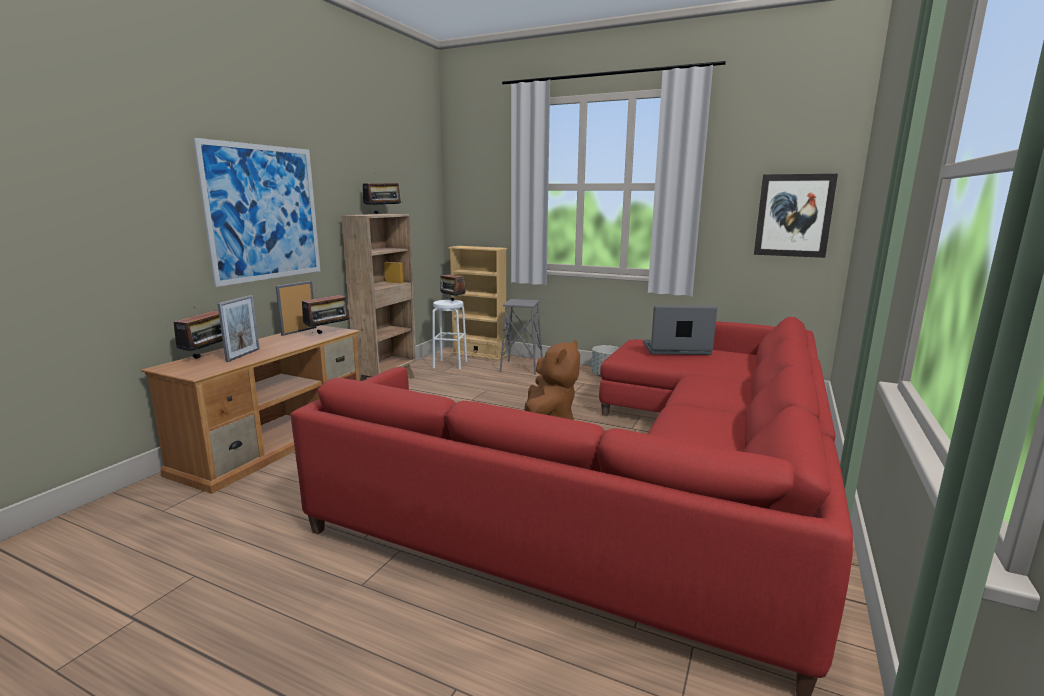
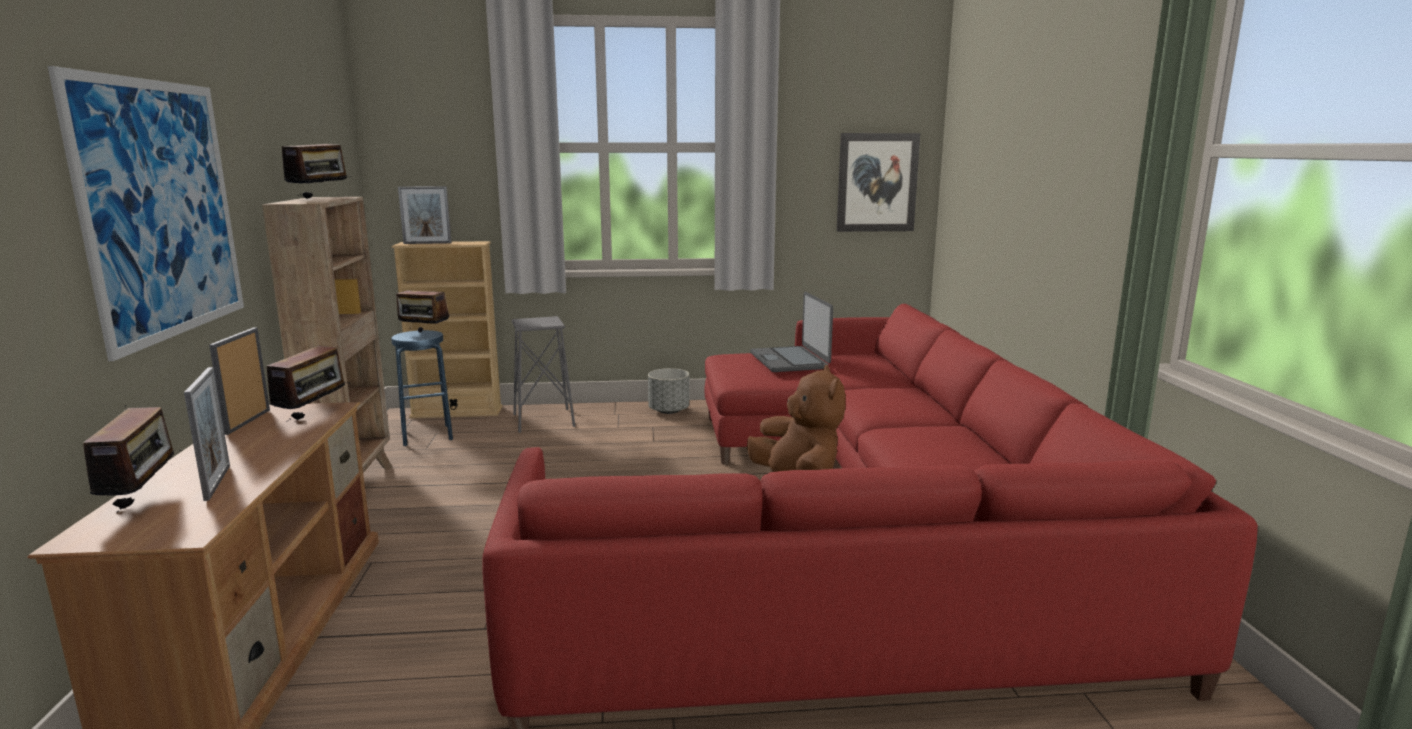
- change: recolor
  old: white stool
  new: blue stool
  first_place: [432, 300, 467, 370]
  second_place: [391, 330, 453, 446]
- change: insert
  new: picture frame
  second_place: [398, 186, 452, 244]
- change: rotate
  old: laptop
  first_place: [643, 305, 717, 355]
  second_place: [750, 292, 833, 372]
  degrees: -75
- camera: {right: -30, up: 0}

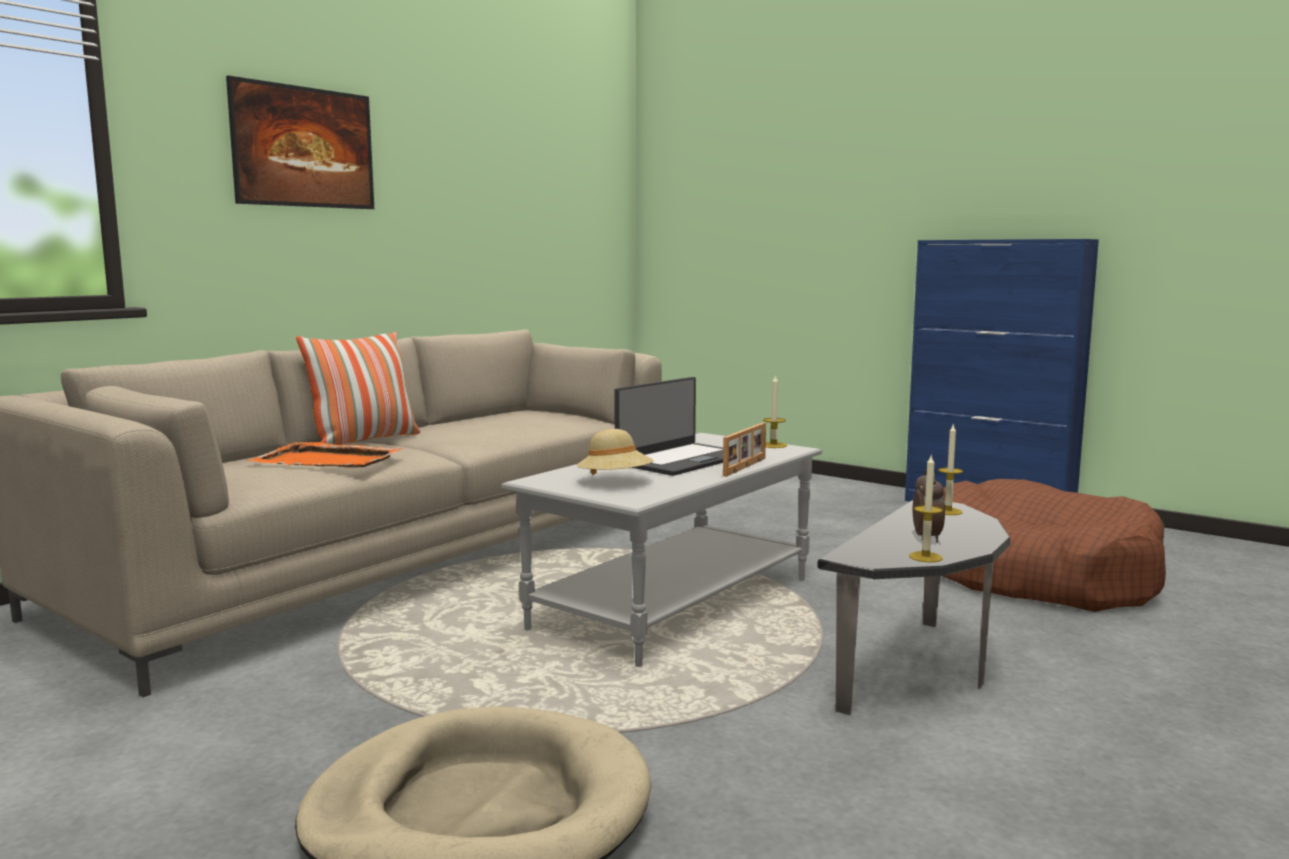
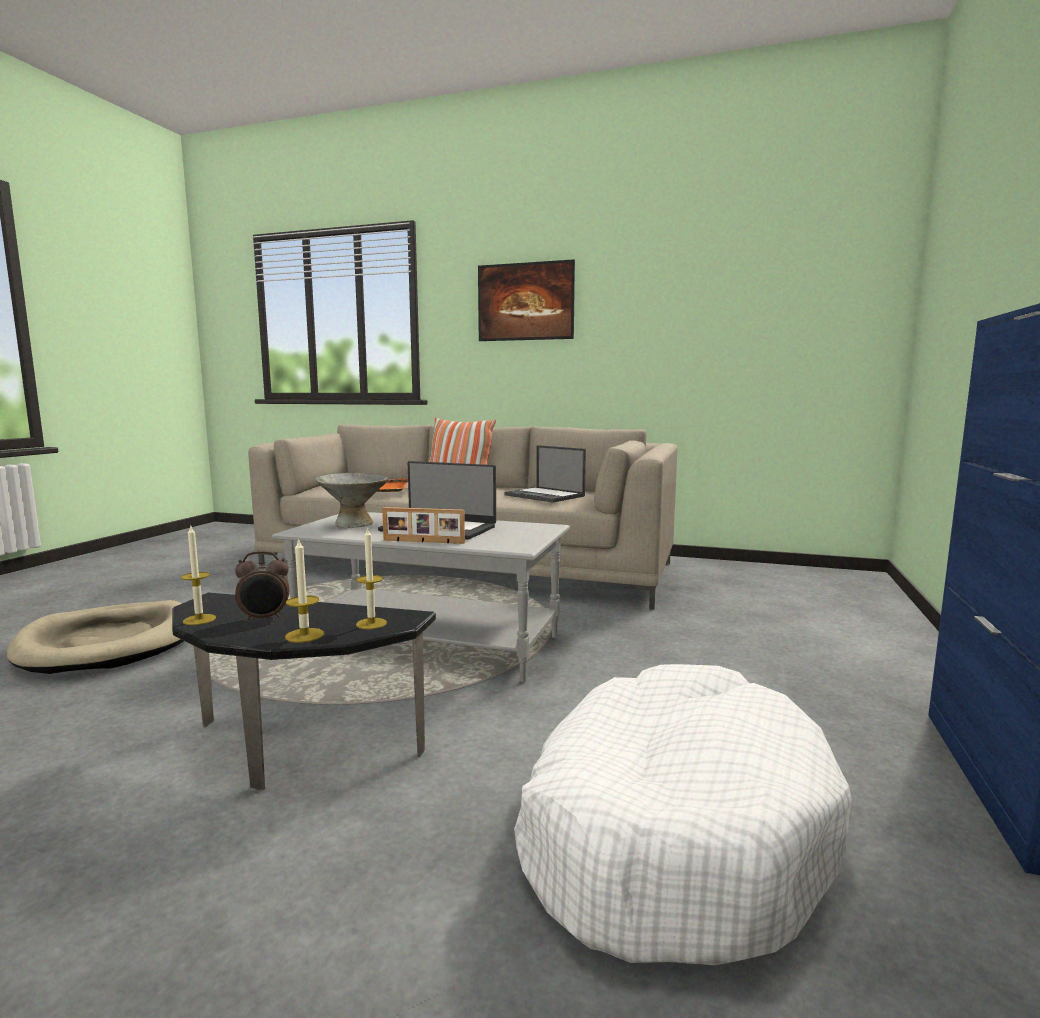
- change: move
  old: candle
  first_place: [763, 374, 787, 448]
  second_place: [285, 538, 324, 643]
- change: replace
  old: beige hat
  new: grey bowl
  first_place: [576, 429, 654, 475]
  second_place: [315, 473, 388, 528]
- change: insert
  new: laptop
  second_place: [504, 445, 586, 503]
- change: recolor
  old: brown dog bed
  new: white dog bed
  first_place: [943, 479, 1166, 612]
  second_place: [514, 664, 852, 965]
- camera: {right: 70, up: 0}

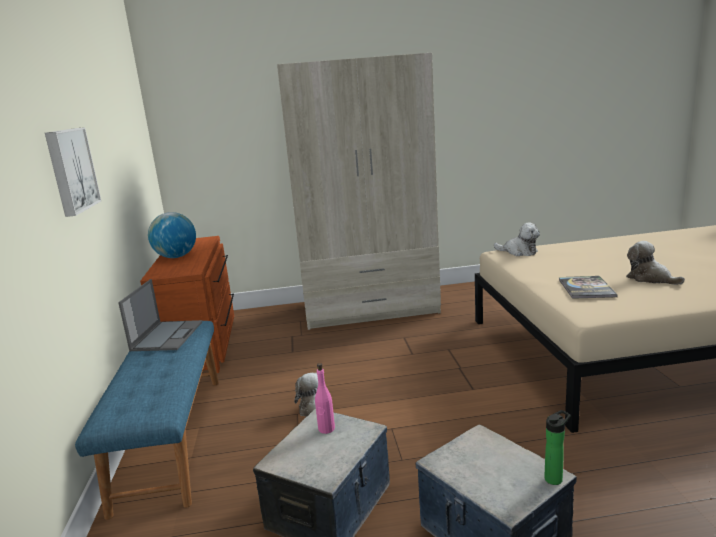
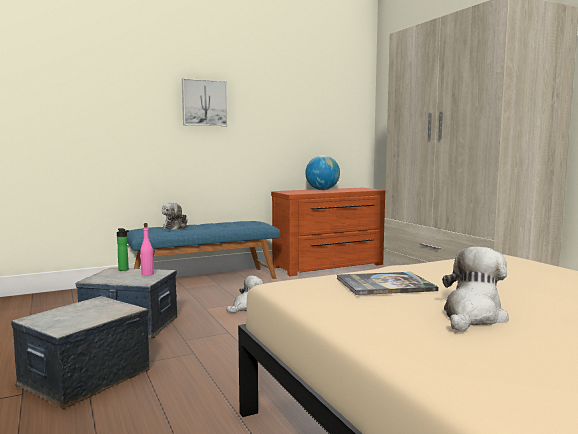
- change: move
  old: bottle
  first_place: [545, 410, 571, 485]
  second_place: [117, 228, 129, 271]
- change: move
  old: plush toy
  first_place: [494, 222, 540, 256]
  second_place: [162, 202, 188, 230]
- change: delete
  old: laptop
  first_place: [118, 279, 202, 351]
- camera: {right: 70, up: -10}

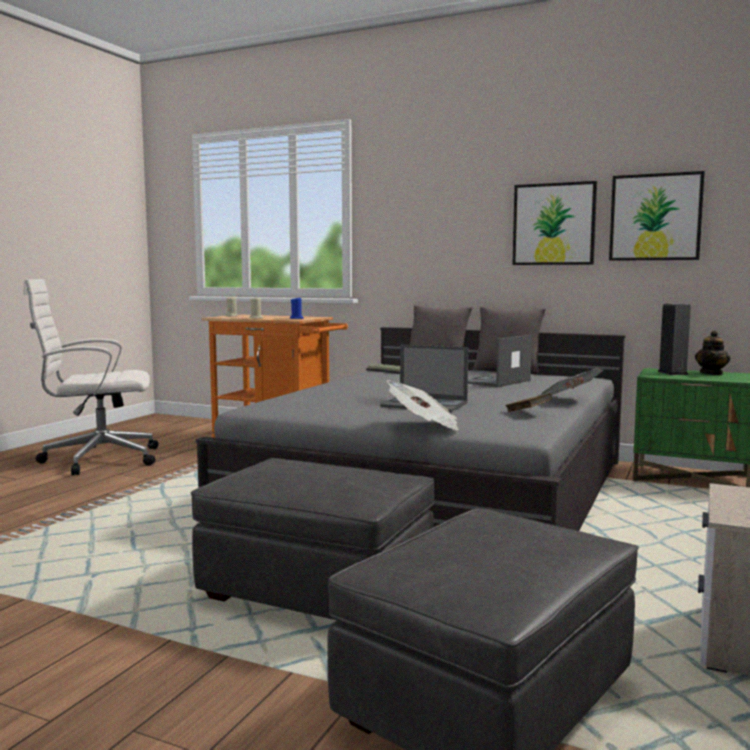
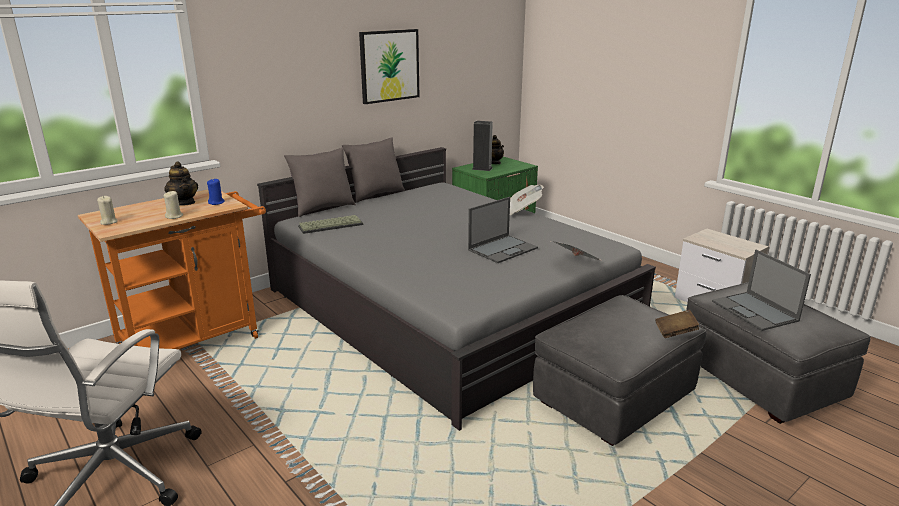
- change: insert
  new: teapot
  second_place: [164, 161, 198, 205]
- change: move
  old: brown book
  first_place: [505, 394, 552, 412]
  second_place: [655, 310, 700, 338]
- change: move
  old: laptop
  first_place: [468, 335, 532, 387]
  second_place: [712, 250, 811, 331]
- change: delete
  old: picture
  first_place: [609, 171, 705, 261]
- camera: {right: -65, up: 15}

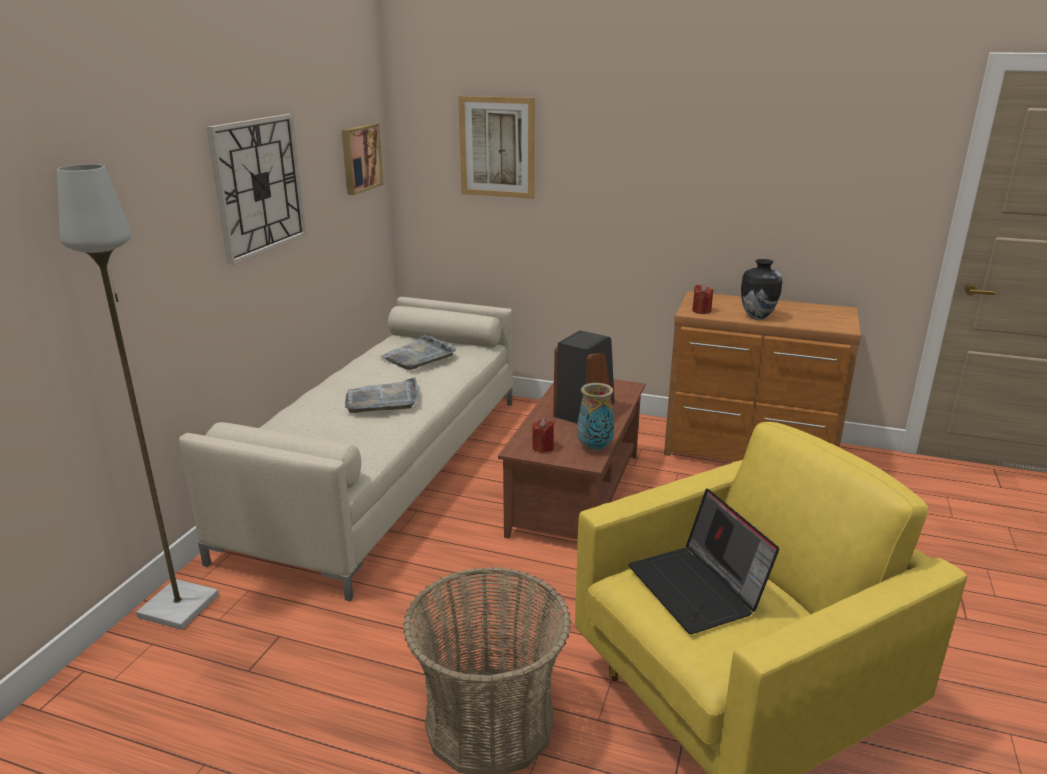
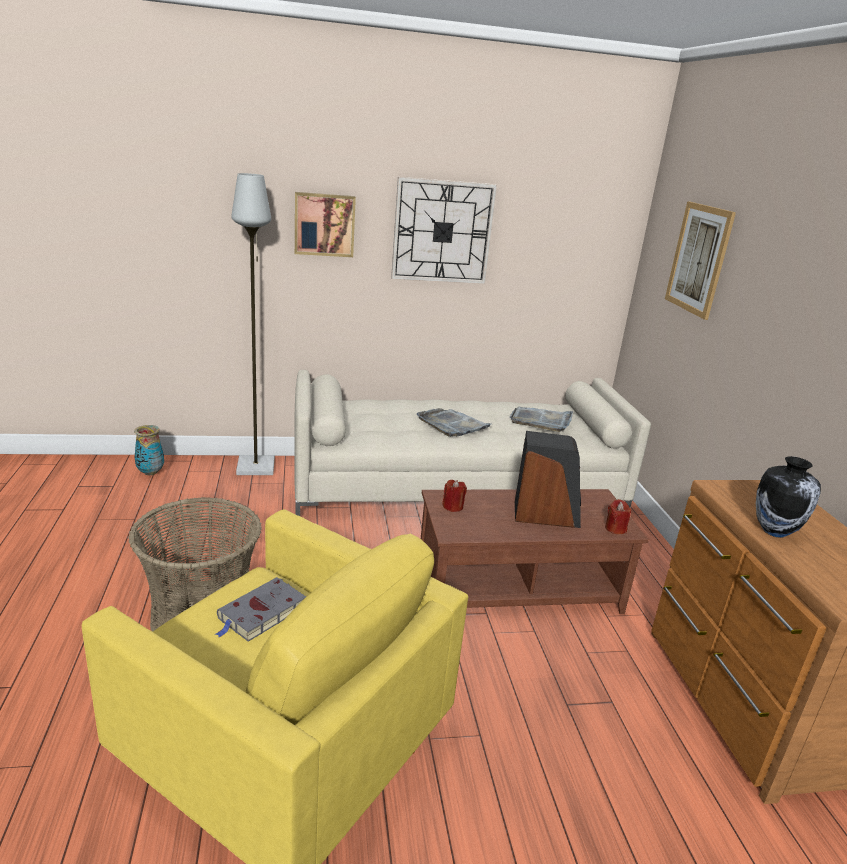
- change: move
  old: vase
  first_place: [577, 383, 614, 452]
  second_place: [134, 425, 164, 475]
- change: replace
  old: laptop
  new: grey book
  first_place: [628, 489, 779, 634]
  second_place: [215, 577, 306, 642]
- change: move
  old: picture
  first_place: [342, 124, 384, 195]
  second_place: [295, 192, 356, 257]
- change: move
  old: red candle
  first_place: [692, 284, 713, 314]
  second_place: [605, 499, 631, 534]
- camera: {right: 60, up: 0}

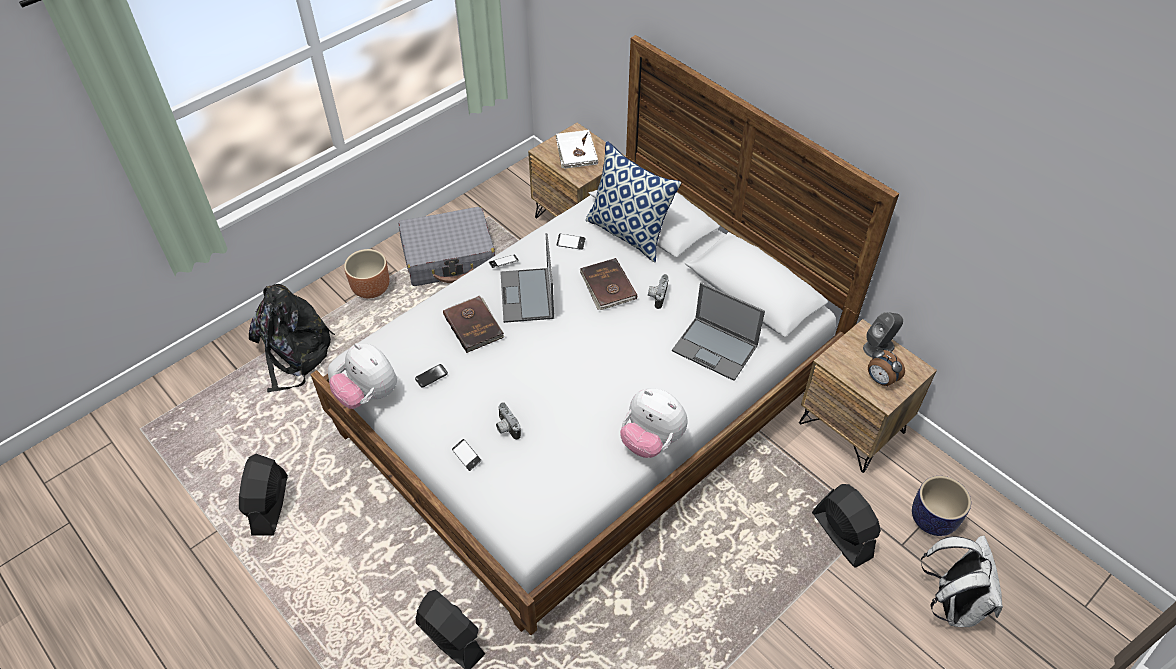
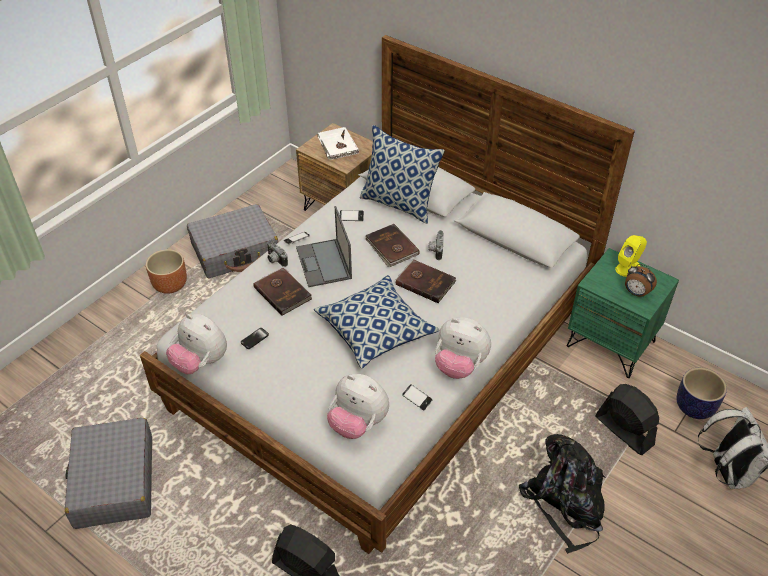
- change: replace
  old: black fan
  new: grey suitcase
  first_place: [239, 454, 288, 536]
  second_place: [65, 418, 152, 529]
- change: move
  old: photo camera
  first_place: [496, 402, 521, 440]
  second_place: [267, 240, 288, 267]
- change: insert
  new: pillow
  second_place: [314, 275, 440, 369]
- change: insert
  new: plush toy
  second_place: [327, 374, 389, 439]
- change: insert
  new: brown book
  second_place: [396, 259, 456, 303]
- change: move
  old: phone
  first_place: [452, 439, 481, 471]
  second_place: [402, 384, 432, 410]
- change: move
  old: black backpack
  first_place: [249, 284, 335, 392]
  second_place: [519, 434, 606, 554]
- change: recolor
  old: brown nightstand
  new: green nightstand
  first_place: [799, 319, 937, 473]
  second_place: [566, 248, 679, 378]
- change: recolor
  old: grey speaker
  new: yellow speaker
  first_place: [863, 312, 903, 358]
  second_place: [615, 235, 647, 277]
- change: delete
  old: laptop
  first_place: [672, 283, 765, 381]
- camera: {right: -10, up: -5}

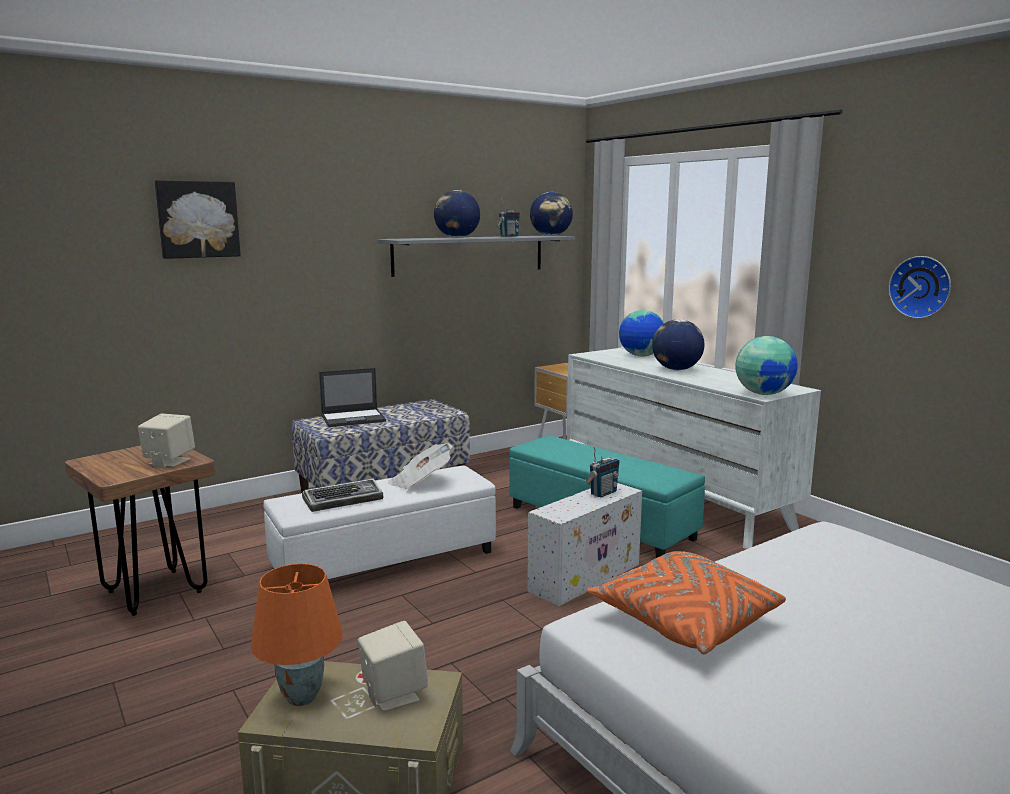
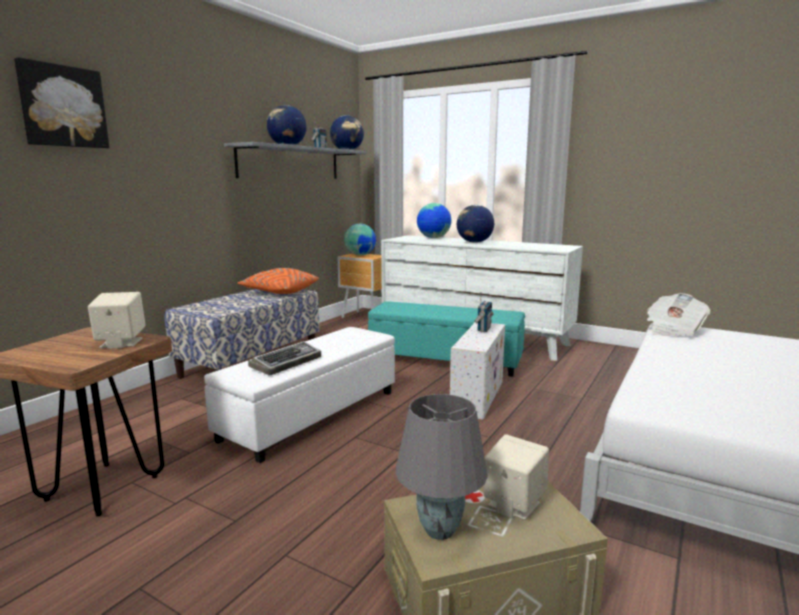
- change: move
  old: orange pillow
  first_place: [587, 551, 786, 654]
  second_place: [238, 268, 319, 294]
- change: move
  old: globe
  first_place: [735, 336, 798, 395]
  second_place: [344, 224, 376, 256]
- change: recolor
  old: orange table lamp
  new: grey table lamp
  first_place: [251, 564, 343, 706]
  second_place: [396, 394, 488, 540]
- change: move
  old: newspaper
  first_place: [388, 443, 453, 489]
  second_place: [647, 293, 711, 336]
- change: delete
  old: laptop
  first_place: [319, 368, 386, 427]
- change: delete
  old: wall clock
  first_place: [888, 256, 951, 319]
- camera: {right: -25, up: 0}

